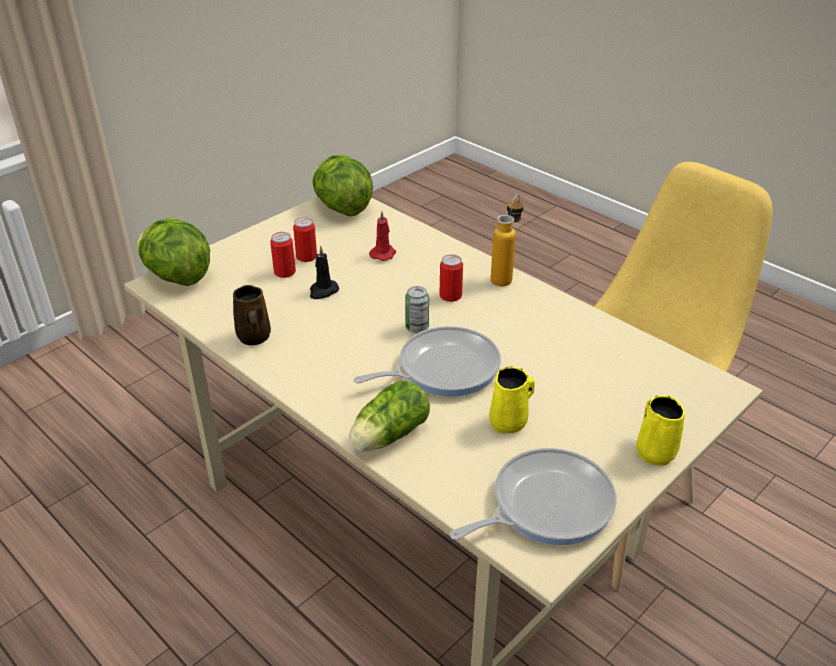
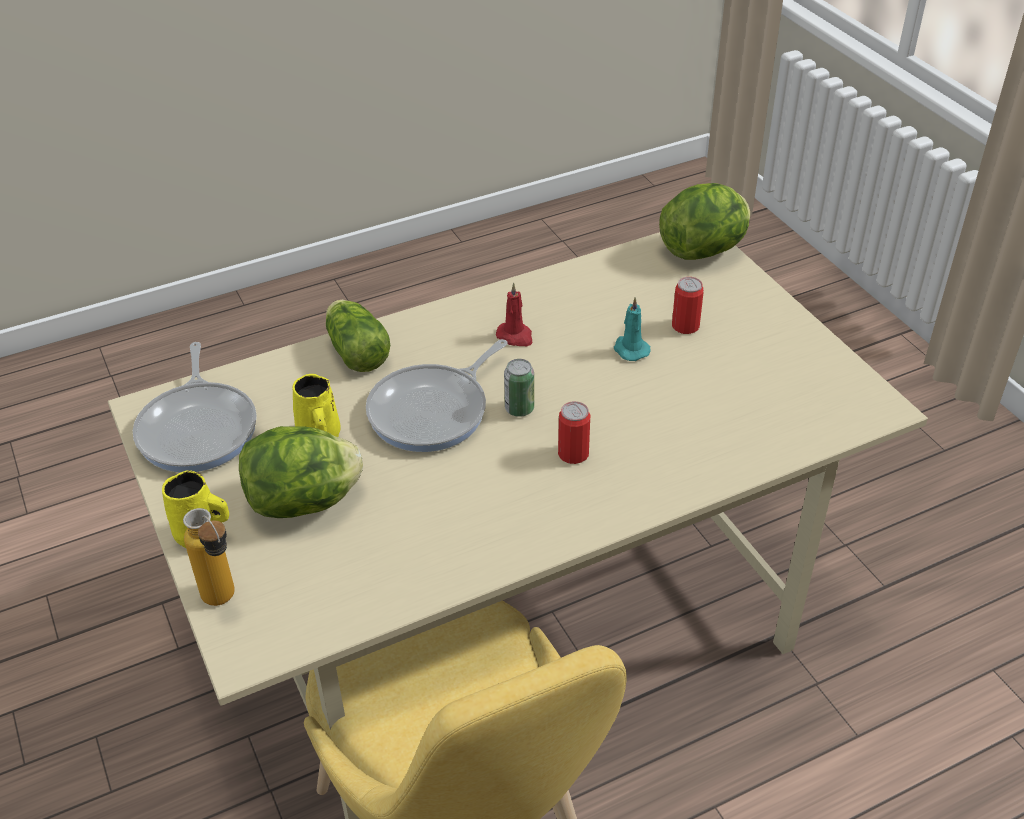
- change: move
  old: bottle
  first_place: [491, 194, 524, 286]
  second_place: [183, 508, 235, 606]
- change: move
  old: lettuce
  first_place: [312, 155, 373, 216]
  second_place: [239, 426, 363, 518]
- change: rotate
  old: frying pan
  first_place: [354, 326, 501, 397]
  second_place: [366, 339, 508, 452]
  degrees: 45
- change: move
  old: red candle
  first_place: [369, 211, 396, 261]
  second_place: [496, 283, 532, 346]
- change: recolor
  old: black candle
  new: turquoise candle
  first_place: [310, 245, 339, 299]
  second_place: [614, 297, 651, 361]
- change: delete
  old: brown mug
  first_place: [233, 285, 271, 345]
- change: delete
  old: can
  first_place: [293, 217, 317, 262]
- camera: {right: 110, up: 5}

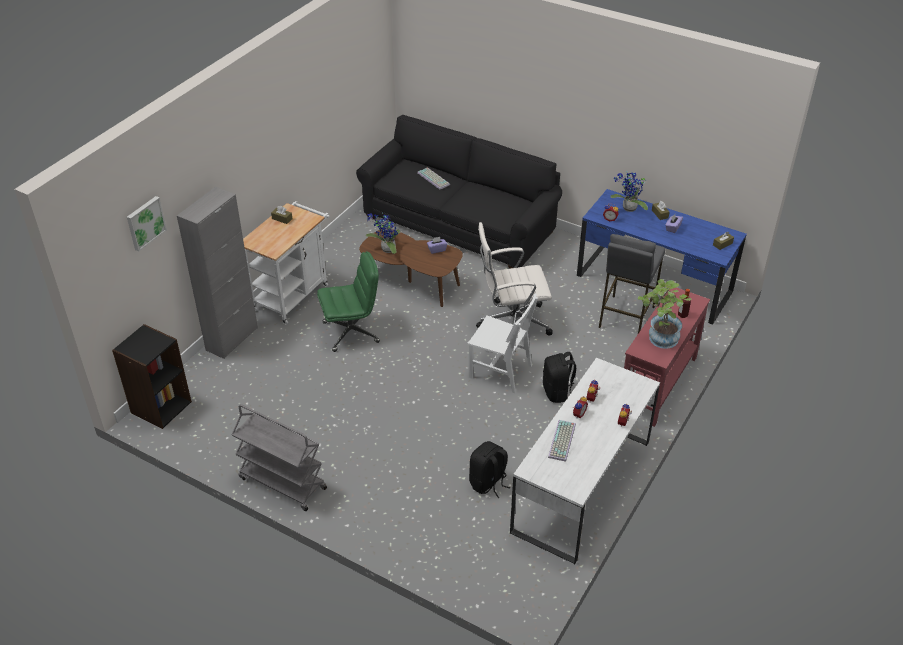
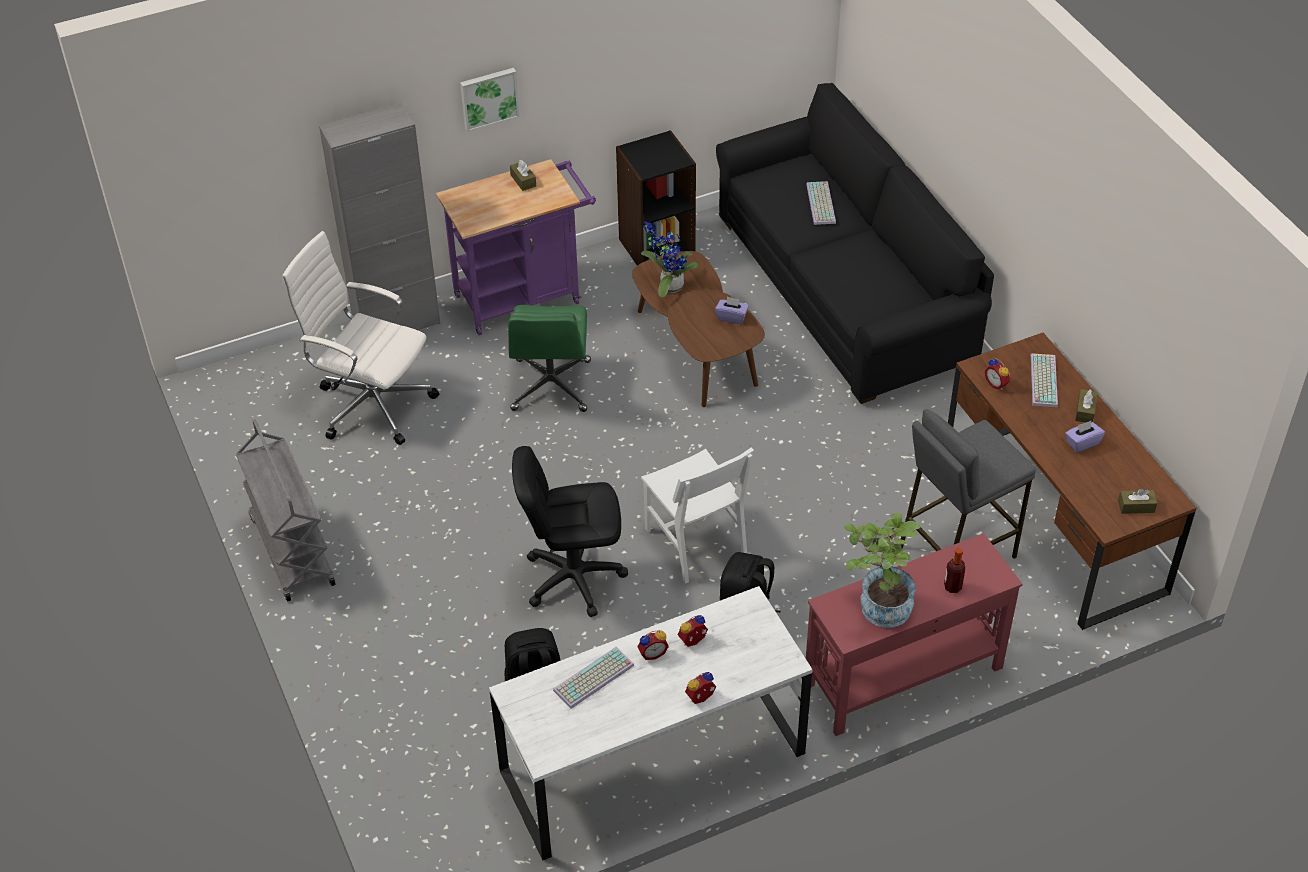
- change: move
  old: white office chair
  first_place: [476, 222, 553, 336]
  second_place: [282, 231, 439, 445]
- change: recolor
  old: white cart
  new: purple cart
  first_place: [243, 201, 330, 325]
  second_place: [436, 159, 596, 335]
- change: move
  old: picture
  first_place: [127, 196, 167, 252]
  second_place: [460, 68, 520, 132]
- change: rotate
  old: green office chair
  first_place: [317, 251, 380, 352]
  second_place: [508, 305, 591, 412]
  degrees: 75
- change: insert
  new: black office chair
  second_place: [512, 446, 628, 617]
- change: move
  old: black bookcase
  first_place: [112, 324, 192, 429]
  second_place: [616, 130, 696, 265]
- change: recolor
  old: blue desk
  new: brown desk
  first_place: [577, 189, 747, 325]
  second_place: [948, 333, 1197, 630]
- change: replace
  old: potted plant
  new: keyboard
  first_place: [610, 172, 648, 212]
  second_place: [1030, 353, 1058, 407]
- camera: {right: 35, up: 5}

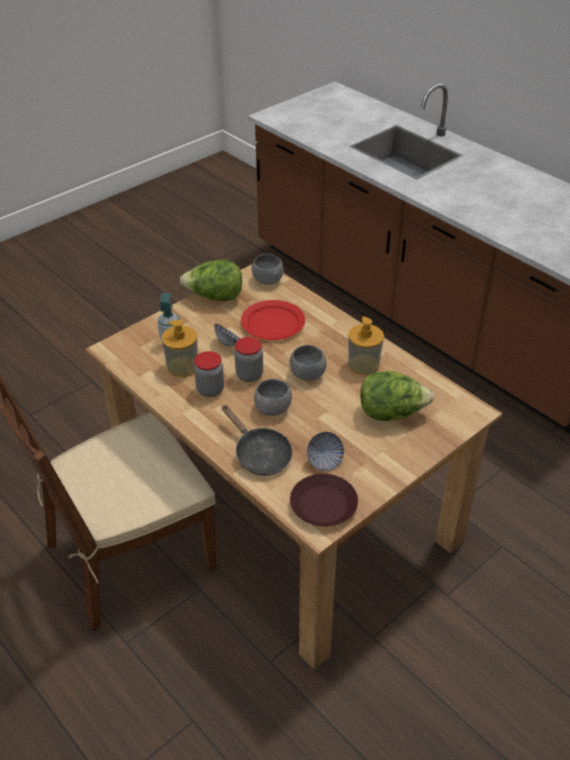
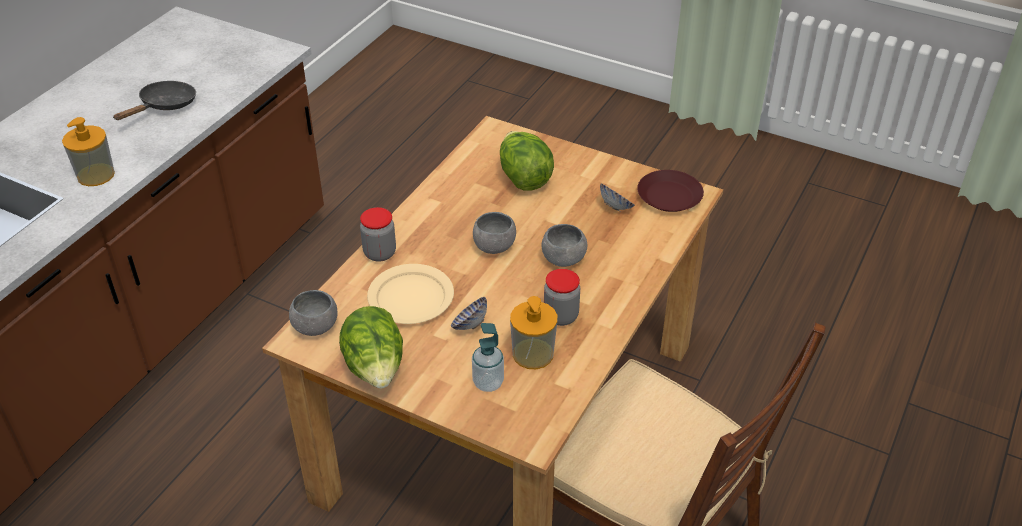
- change: move
  old: soap dispenser
  first_place: [348, 316, 384, 375]
  second_place: [62, 117, 115, 186]
- change: move
  old: black frying pan
  first_place: [222, 405, 292, 476]
  second_place: [114, 81, 196, 120]
- change: move
  old: jar
  first_place: [234, 337, 263, 382]
  second_place: [360, 207, 396, 262]
- change: recolor
  old: red plate
  new: beige plate
  first_place: [241, 300, 305, 340]
  second_place: [367, 264, 454, 324]
- camera: {right: -110, up: 0}

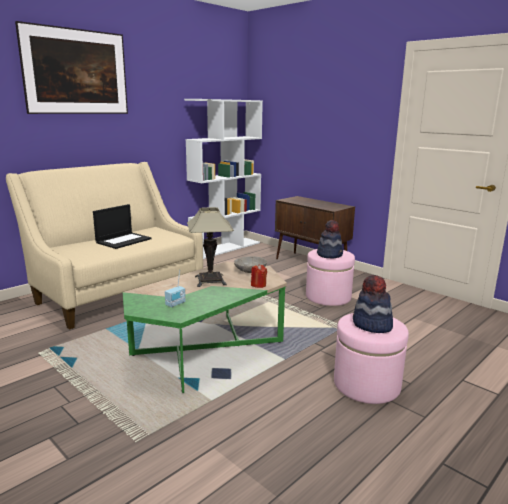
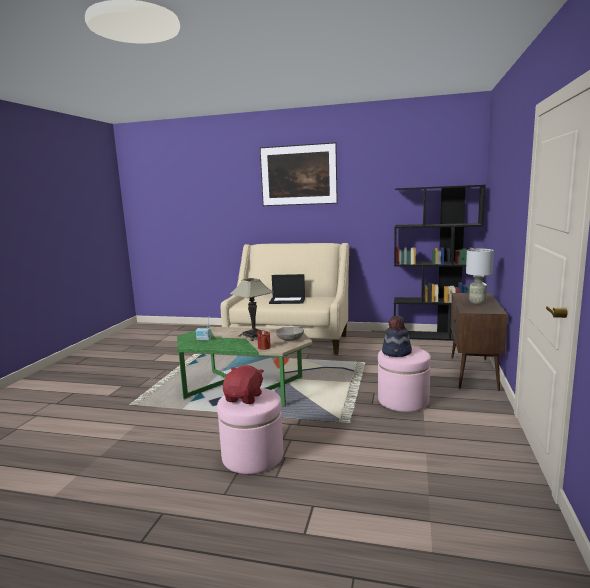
- change: replace
  old: hat
  new: red plush toy
  first_place: [353, 275, 393, 333]
  second_place: [223, 365, 264, 404]
- change: recolor
  old: white bookcase
  new: black bookcase
  first_place: [184, 99, 263, 259]
  second_place: [394, 185, 486, 341]
- change: insert
  new: grey table lamp
  second_place: [466, 249, 494, 304]
- camera: {right: 60, up: -5}

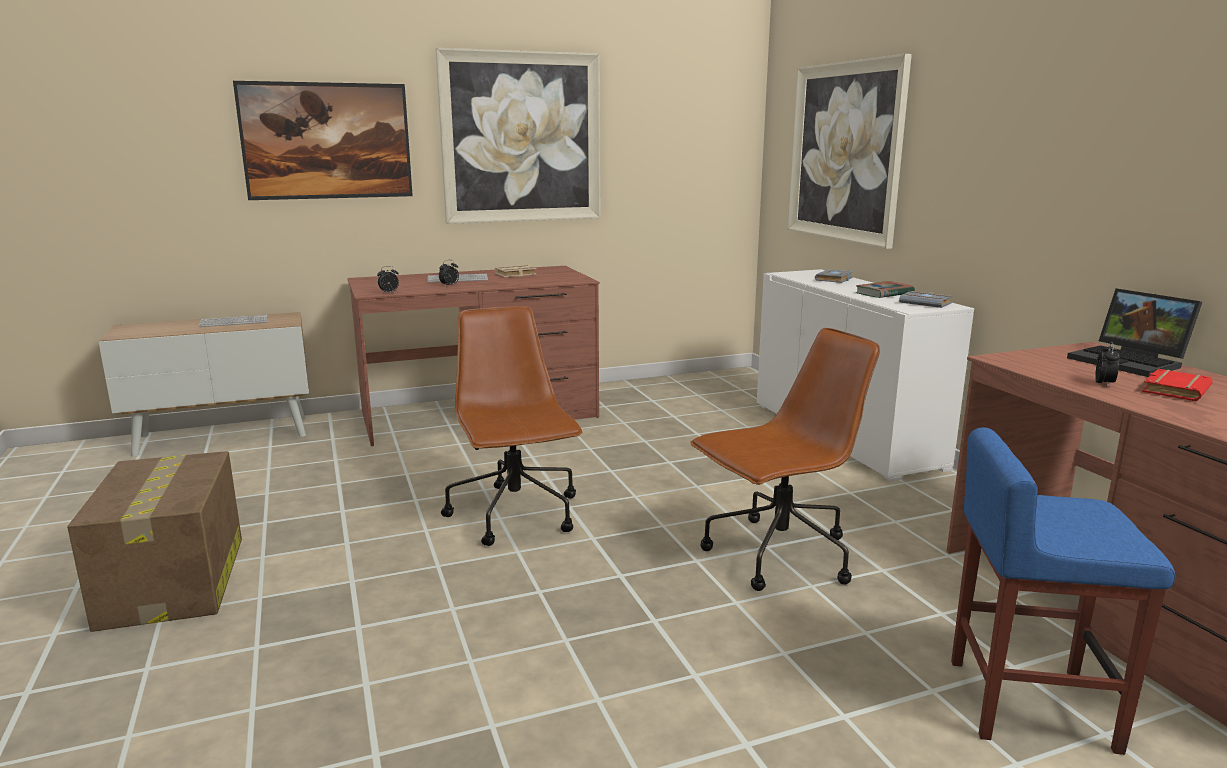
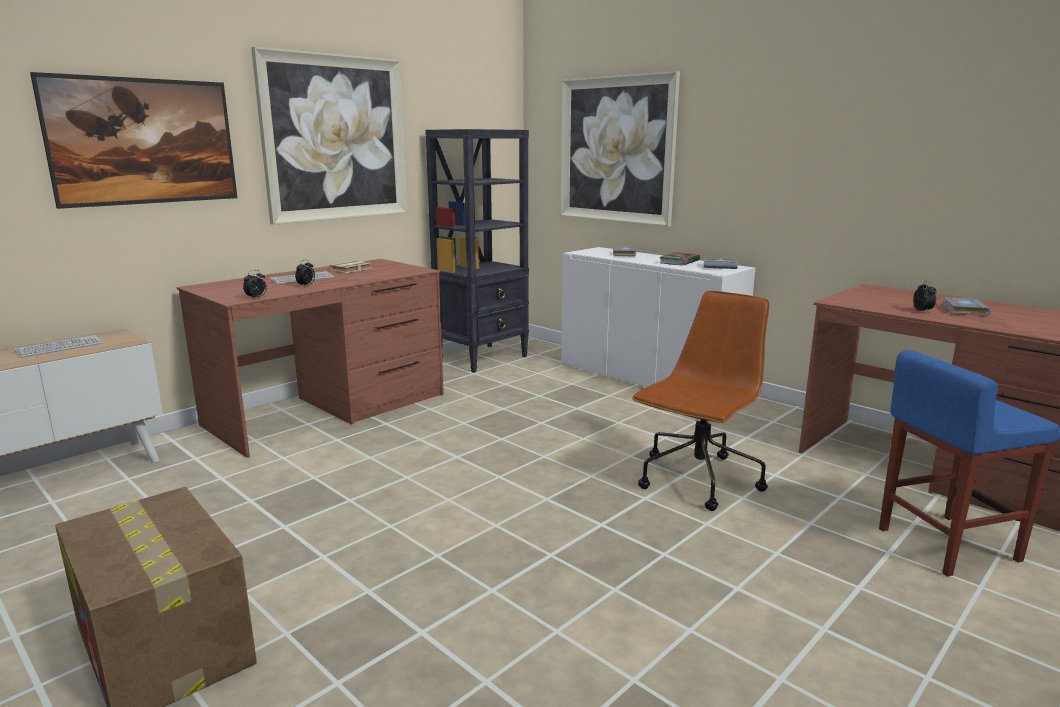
- change: insert
  new: black bookcase
  second_place: [425, 129, 529, 373]
- change: recolor
  old: red book
  new: grey book
  first_place: [1142, 369, 1213, 402]
  second_place: [942, 297, 991, 316]
- change: delete
  old: brown office chair
  first_place: [441, 306, 583, 546]
- change: delete
  old: laptop
  first_place: [1067, 288, 1203, 377]
- camera: {right: -25, up: 0}

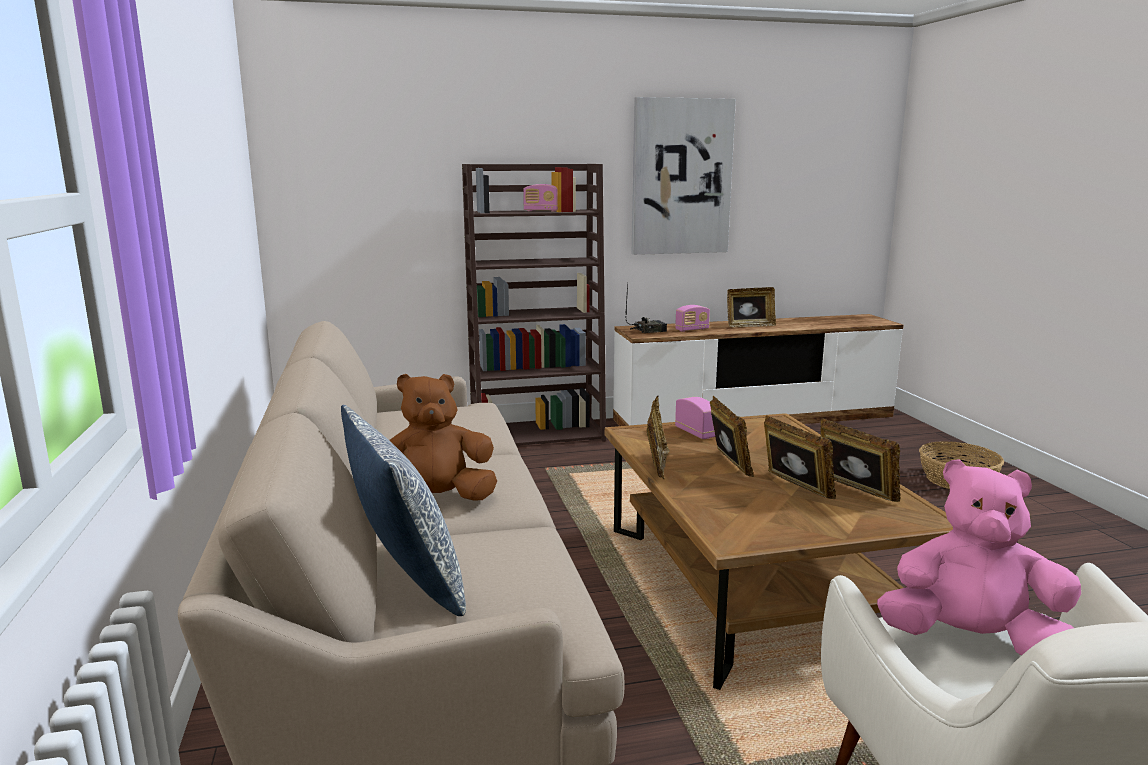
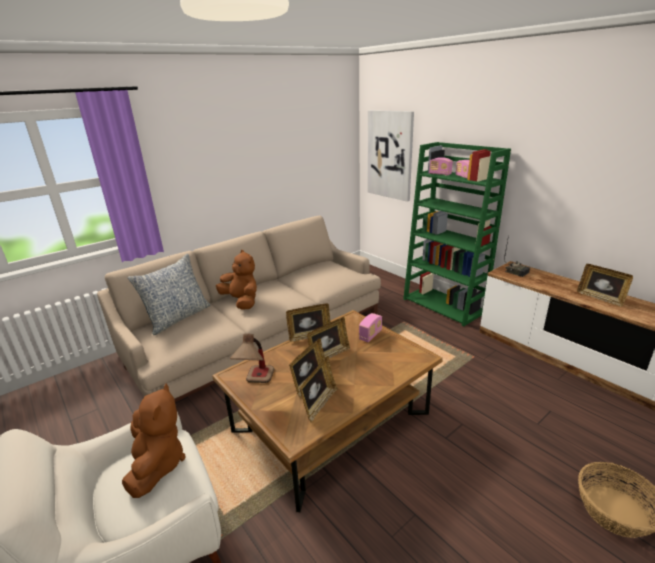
- change: recolor
  old: pink plush toy
  new: brown plush toy
  first_place: [877, 459, 1081, 656]
  second_place: [122, 383, 185, 498]
- change: insert
  new: table lamp
  second_place: [230, 334, 274, 383]
- change: move
  old: picture
  first_place: [632, 97, 736, 255]
  second_place: [368, 110, 414, 202]
- change: recolor
  old: brown bookcase
  new: green bookcase
  first_place: [462, 164, 606, 445]
  second_place: [403, 142, 511, 327]
- change: move
  old: radio
  first_place: [675, 305, 710, 332]
  second_place: [429, 157, 453, 175]
- camera: {right: 65, up: 10}

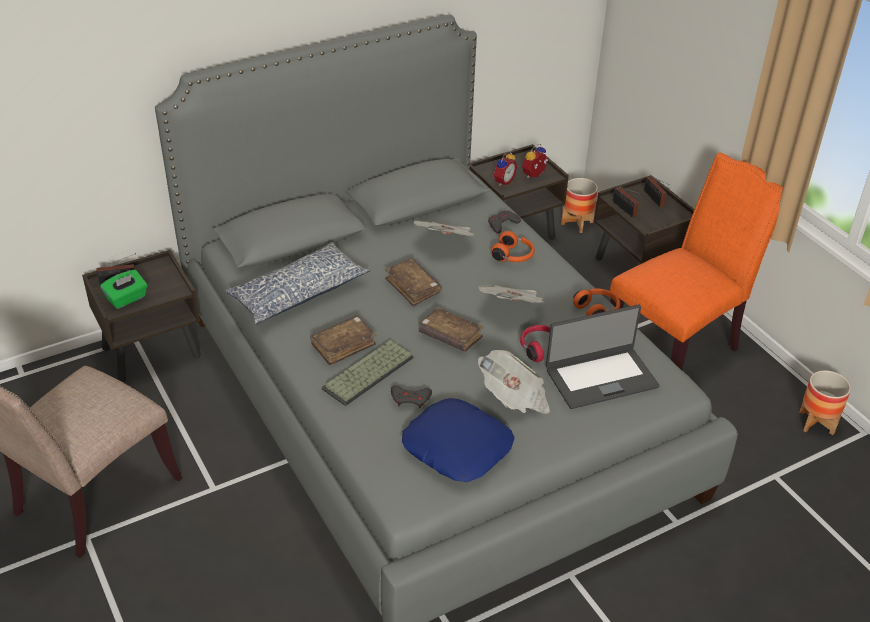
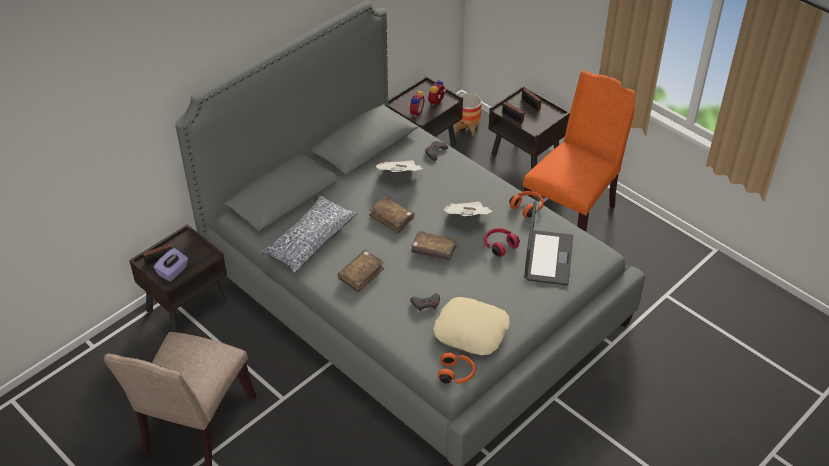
- change: recolor
  old: green tissue box
  new: purple tissue box
  first_place: [100, 270, 147, 309]
  second_place: [154, 248, 188, 281]
- change: recolor
  old: blue pillow
  new: beige pillow
  first_place: [402, 398, 515, 482]
  second_place: [433, 297, 510, 355]
- change: move
  old: orange headphones
  first_place: [491, 231, 535, 262]
  second_place: [438, 352, 475, 384]
- change: rotate
  old: laptop
  first_place: [546, 305, 659, 409]
  second_place: [524, 201, 573, 285]
  degrees: -45
- change: delete
  old: keyboard
  first_place: [322, 340, 413, 406]
- change: delete
  old: newspaper
  first_place: [478, 350, 550, 414]
- change: delete
  old: planter
  first_place: [800, 370, 851, 435]
- camera: {right: -15, up: 5}

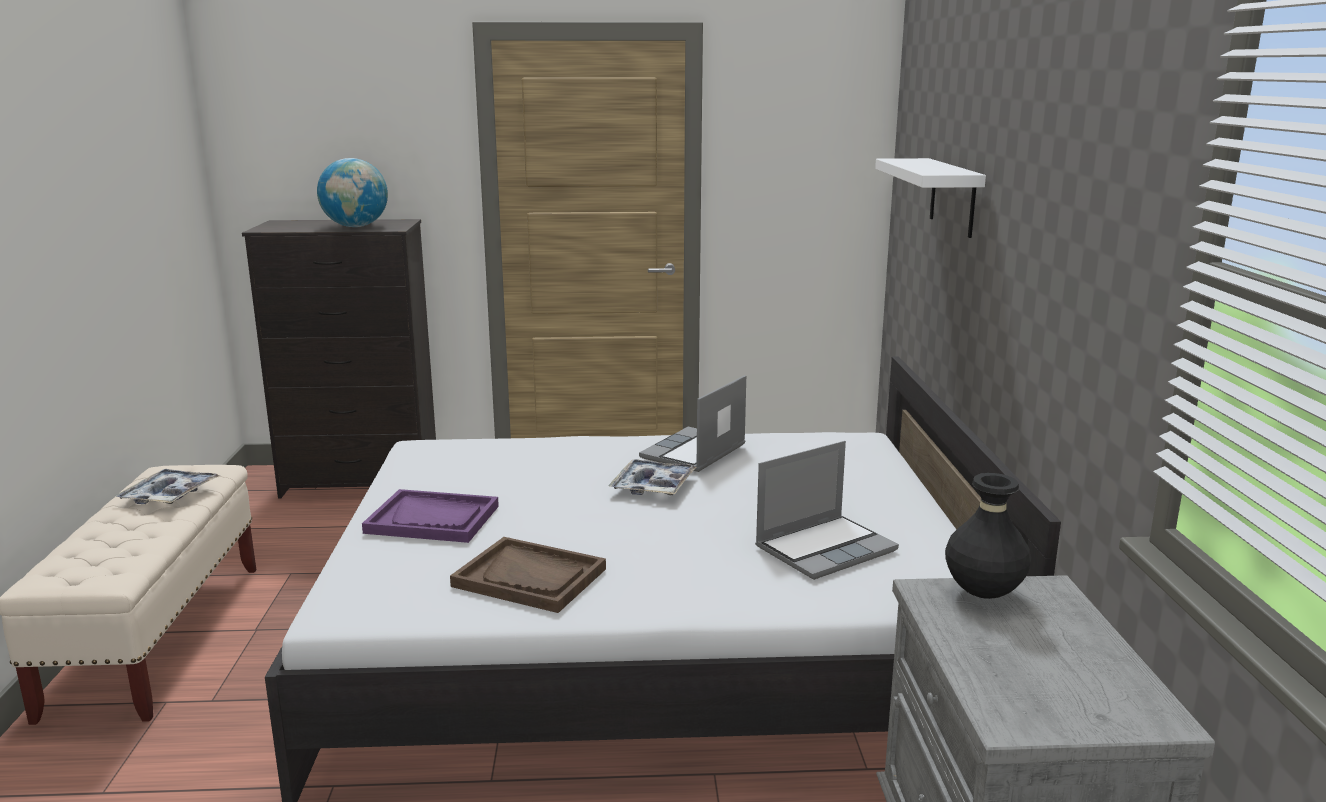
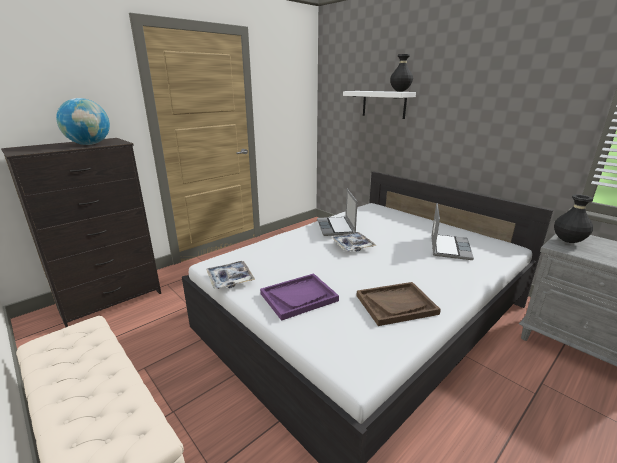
- change: move
  old: tray
  first_place: [114, 469, 220, 504]
  second_place: [206, 261, 255, 289]
- change: insert
  new: black vase
  second_place: [390, 54, 413, 92]
- camera: {right: -40, up: 5}

